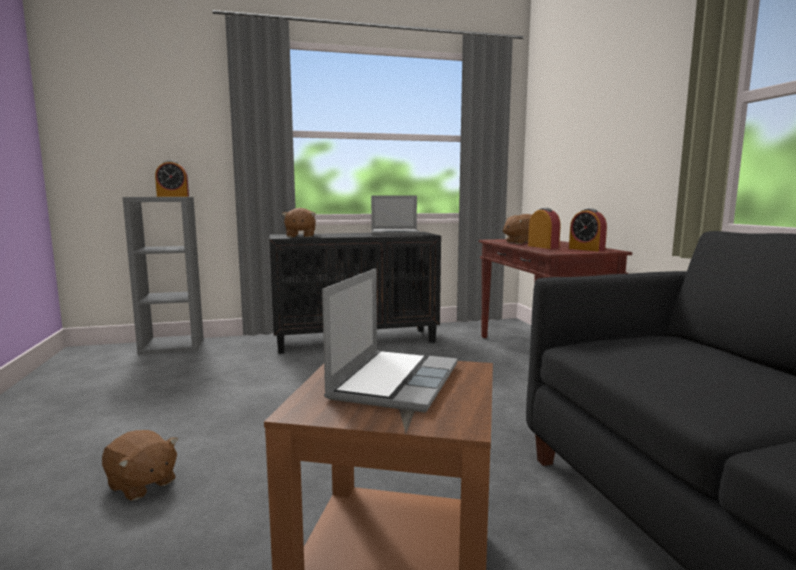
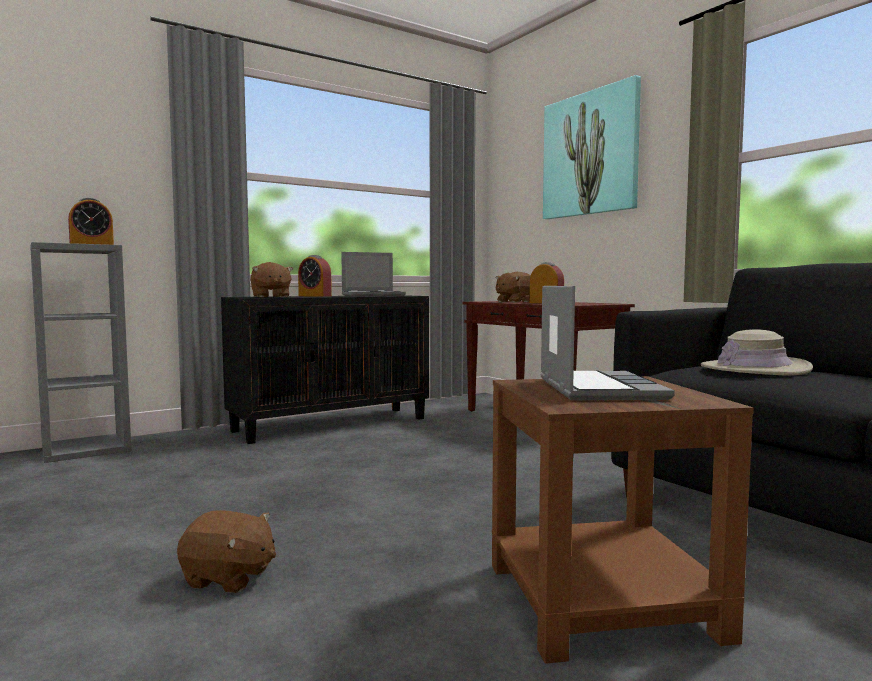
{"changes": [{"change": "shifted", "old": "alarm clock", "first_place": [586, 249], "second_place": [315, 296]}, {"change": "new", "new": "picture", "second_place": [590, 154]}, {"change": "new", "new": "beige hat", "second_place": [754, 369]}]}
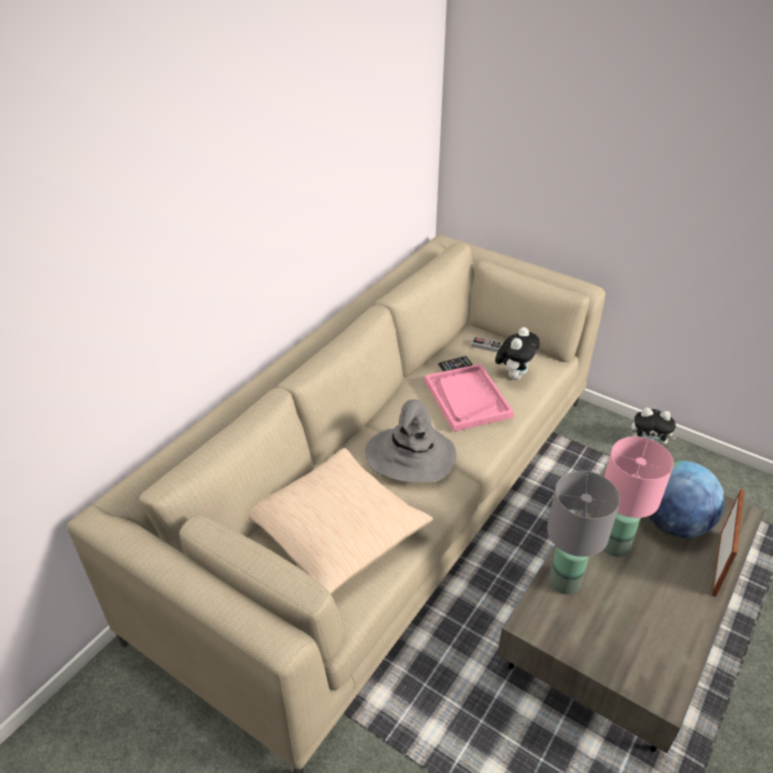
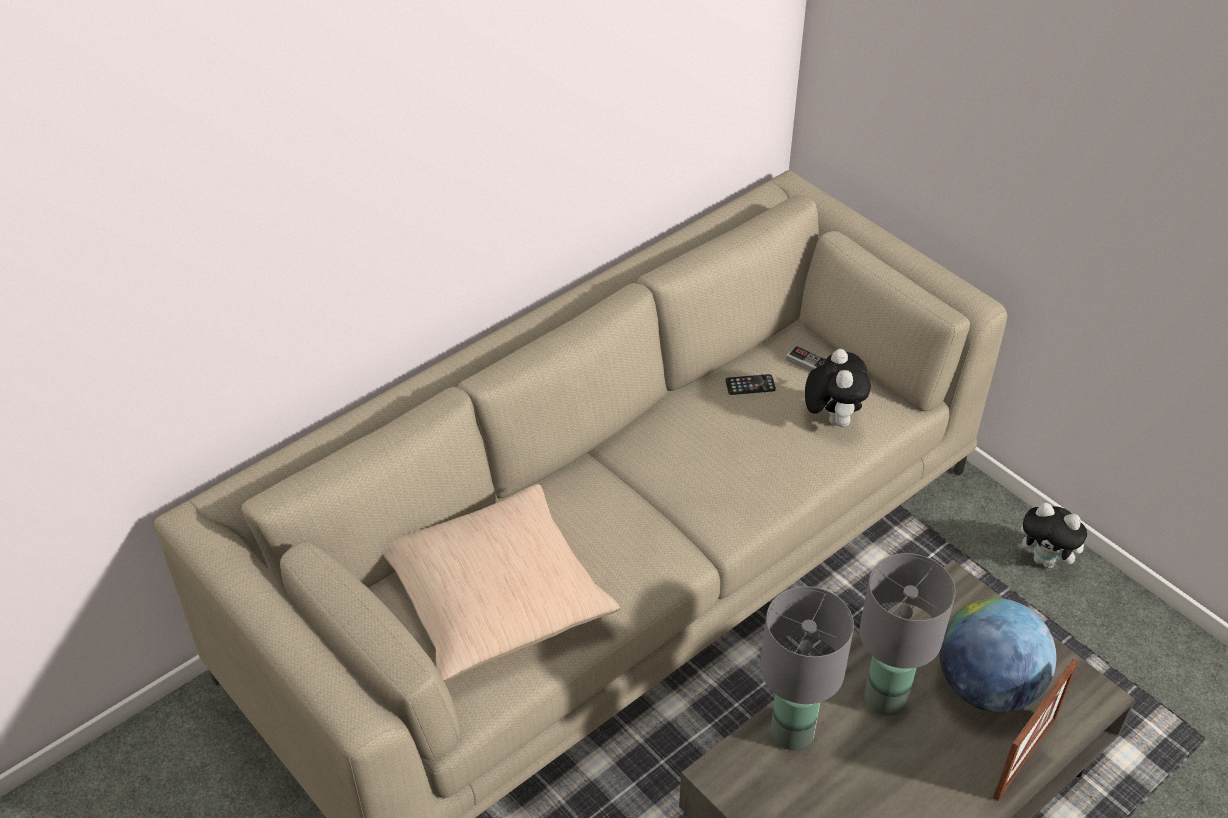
{"changes": [{"change": "gone", "old": "grey hat", "first_place": [410, 456]}, {"change": "gone", "old": "pink tray", "first_place": [467, 399]}, {"change": "rotated", "old": "plush toy", "first_place": [514, 375], "second_place": [832, 418], "degrees": -45}, {"change": "repainted", "old": "pink table lamp", "new": "grey table lamp", "first_place": [614, 544], "second_place": [885, 697]}]}
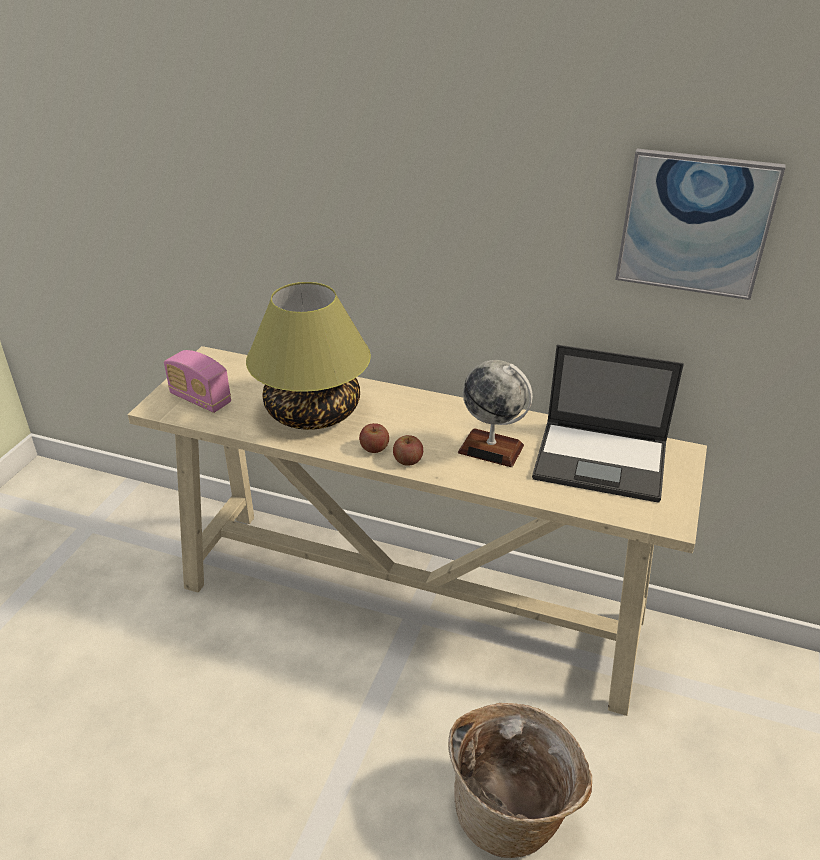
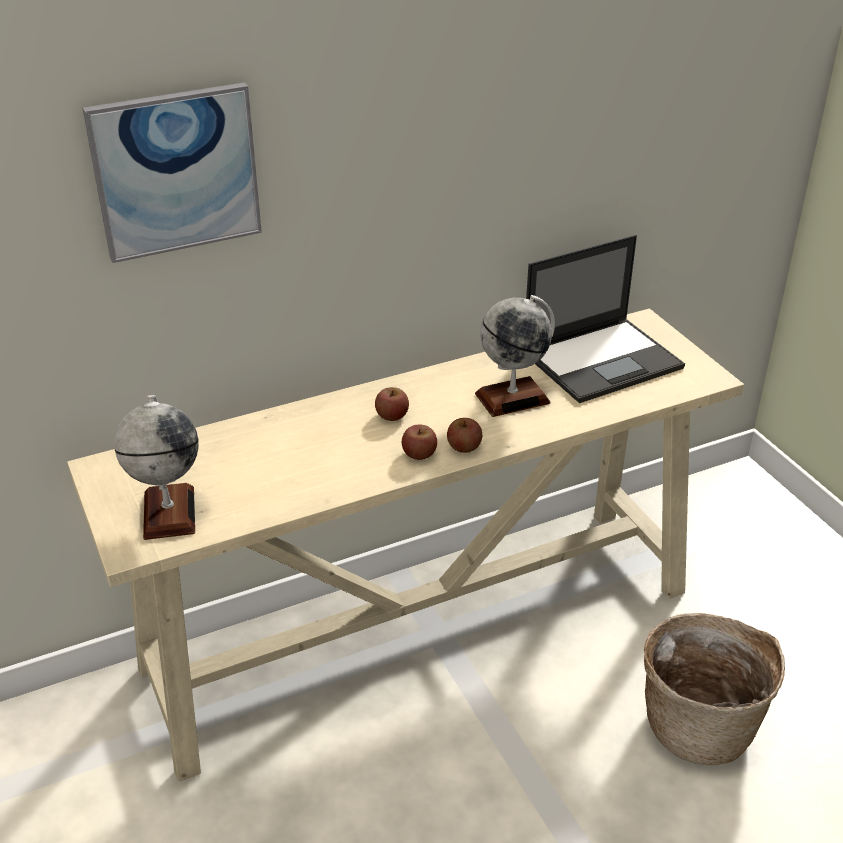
{"changes": [{"change": "swapped", "old": "radio", "new": "globe", "first_place": [200, 399], "second_place": [169, 512]}, {"change": "gone", "old": "table lamp", "first_place": [313, 413]}, {"change": "shifted", "old": "picture", "first_place": [695, 224], "second_place": [176, 171]}, {"change": "new", "new": "apple", "second_place": [392, 416]}]}
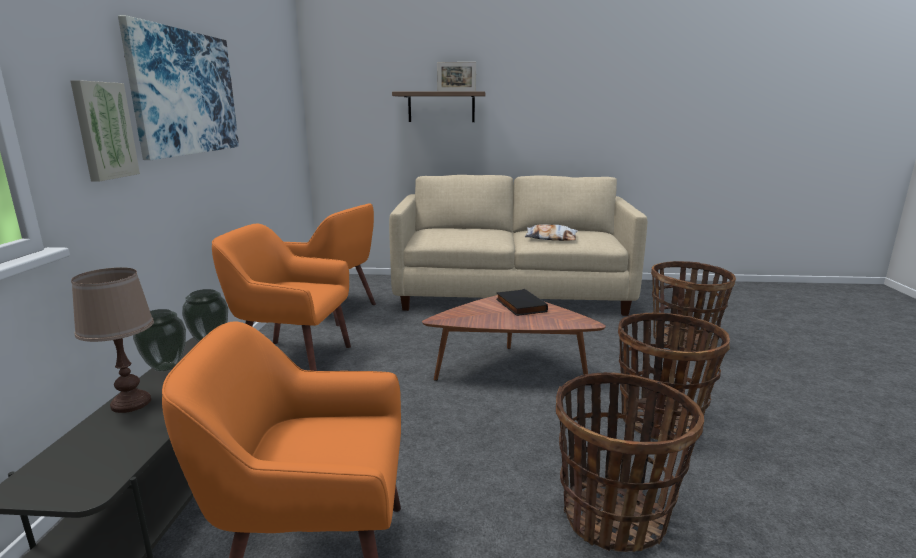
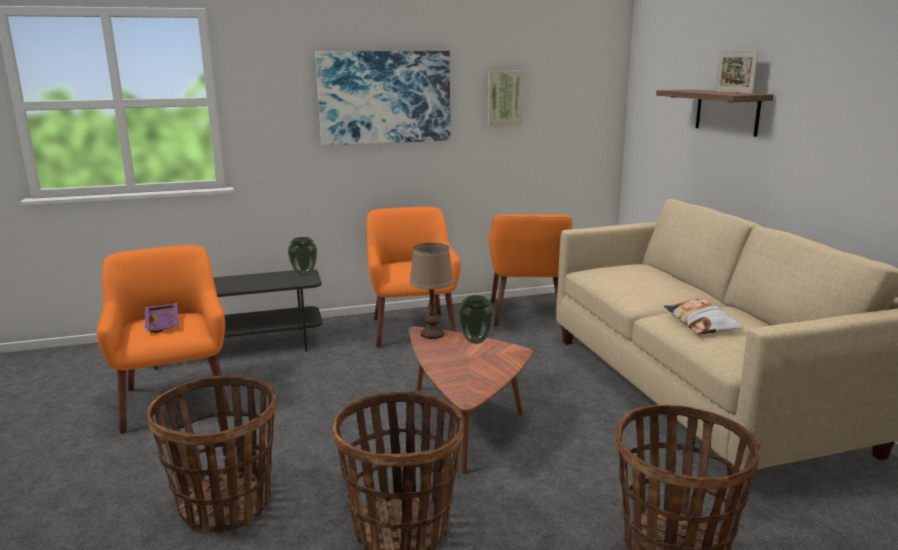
{"changes": [{"change": "shifted", "old": "picture", "first_place": [103, 130], "second_place": [504, 98]}, {"change": "shifted", "old": "brown table lamp", "first_place": [131, 403], "second_place": [432, 334]}, {"change": "shifted", "old": "vase", "first_place": [165, 367], "second_place": [475, 341]}, {"change": "gone", "old": "black book", "first_place": [519, 305]}, {"change": "new", "new": "purple tray", "second_place": [164, 324]}]}
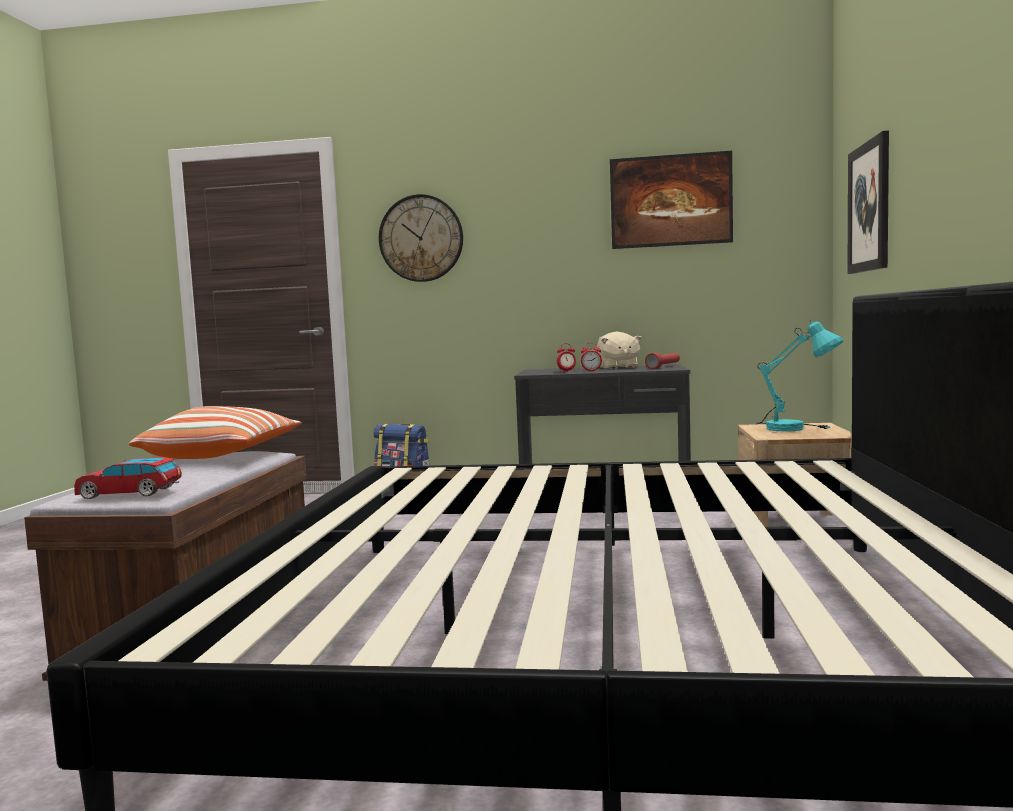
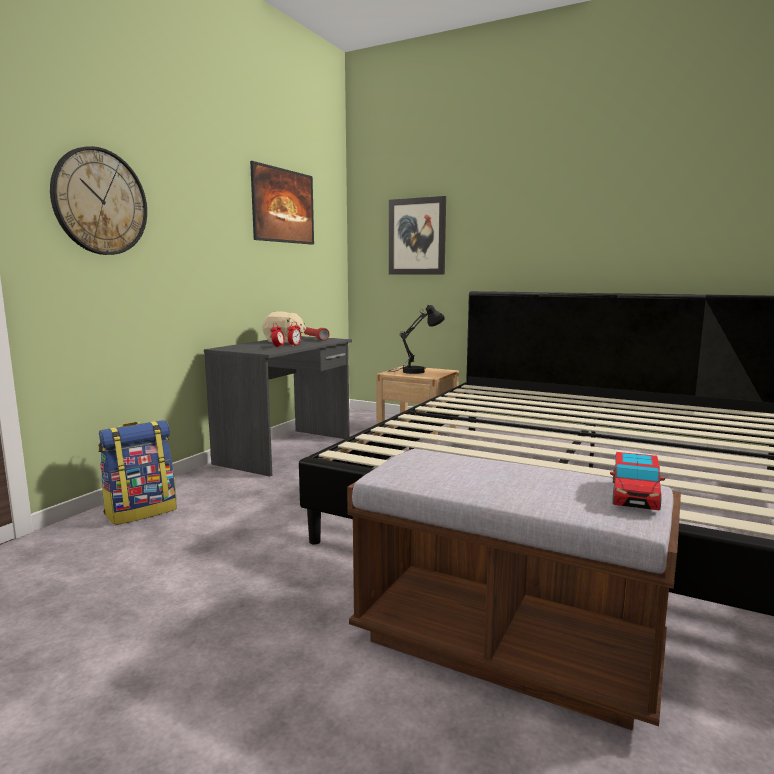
{"changes": [{"change": "gone", "old": "pillow", "first_place": [222, 456]}, {"change": "repainted", "old": "turquoise table lamp", "new": "black table lamp", "first_place": [795, 429], "second_place": [414, 371]}]}
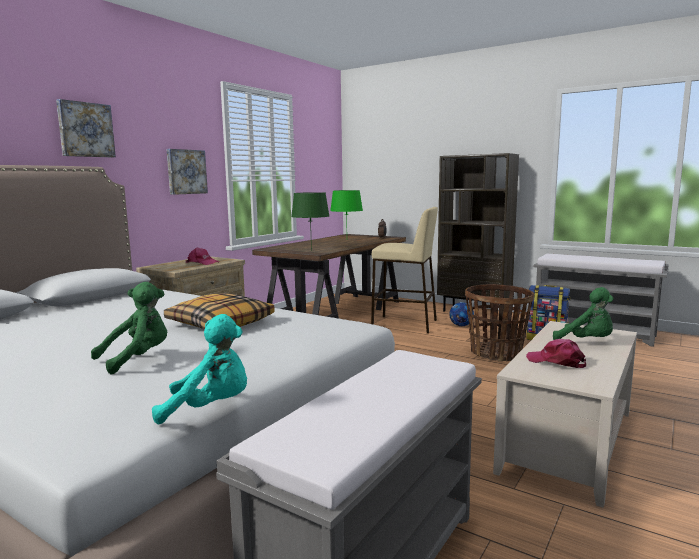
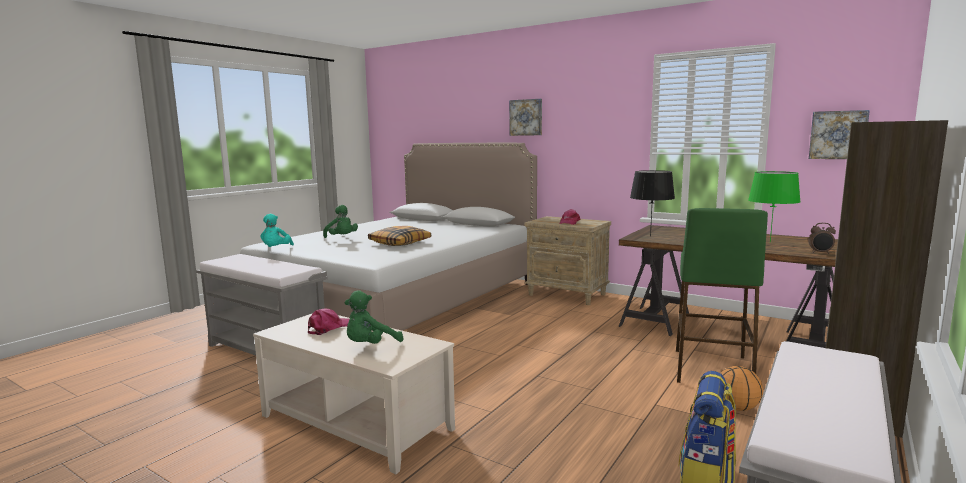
{"changes": [{"change": "shifted", "old": "picture", "first_place": [186, 172], "second_place": [838, 135]}, {"change": "repainted", "old": "green table lamp", "new": "black table lamp", "first_place": [311, 251], "second_place": [650, 236]}, {"change": "repainted", "old": "beige stool", "new": "green stool", "first_place": [405, 324], "second_place": [712, 369]}, {"change": "swapped", "old": "football", "new": "basketball", "first_place": [461, 325], "second_place": [738, 408]}, {"change": "gone", "old": "basket", "first_place": [496, 353]}]}
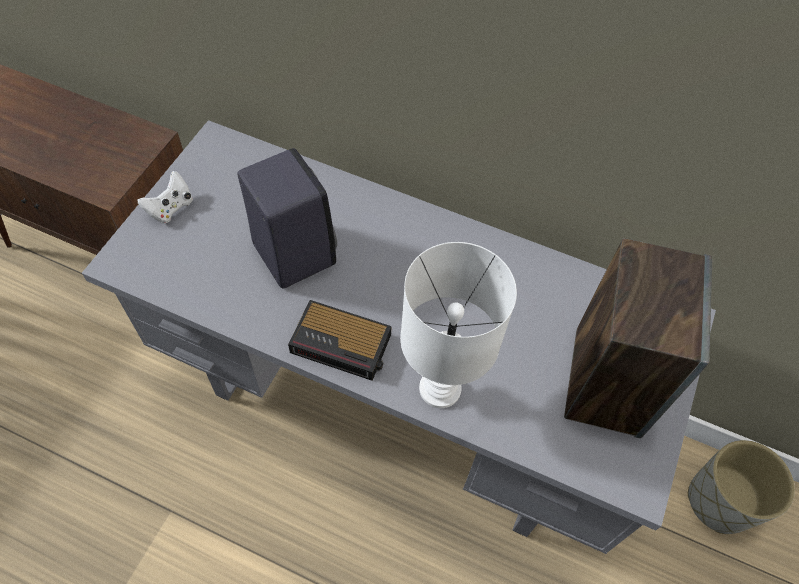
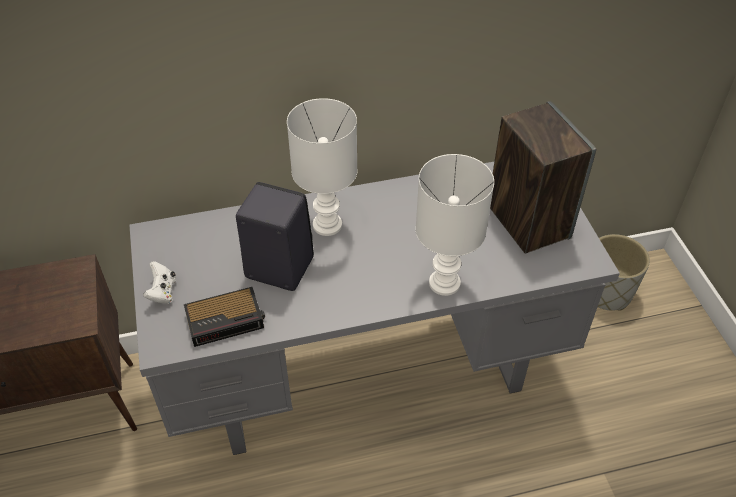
{"changes": [{"change": "shifted", "old": "alarm clock", "first_place": [343, 344], "second_place": [226, 320]}, {"change": "new", "new": "white table lamp", "second_place": [326, 225]}]}
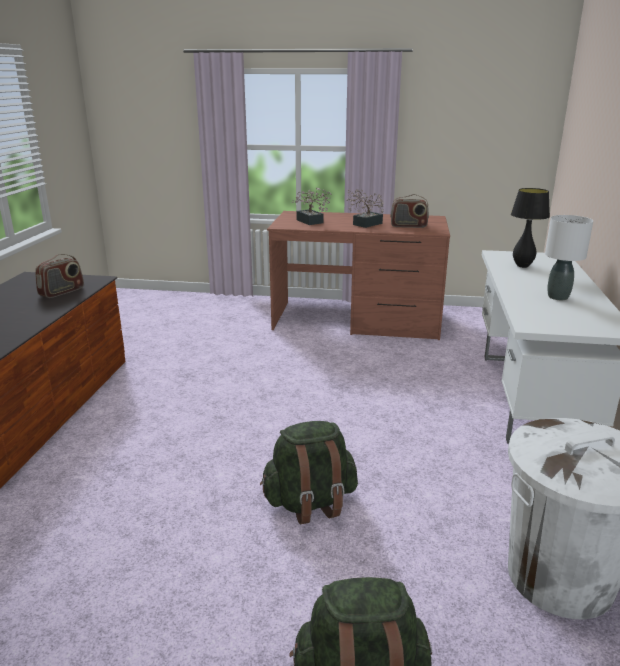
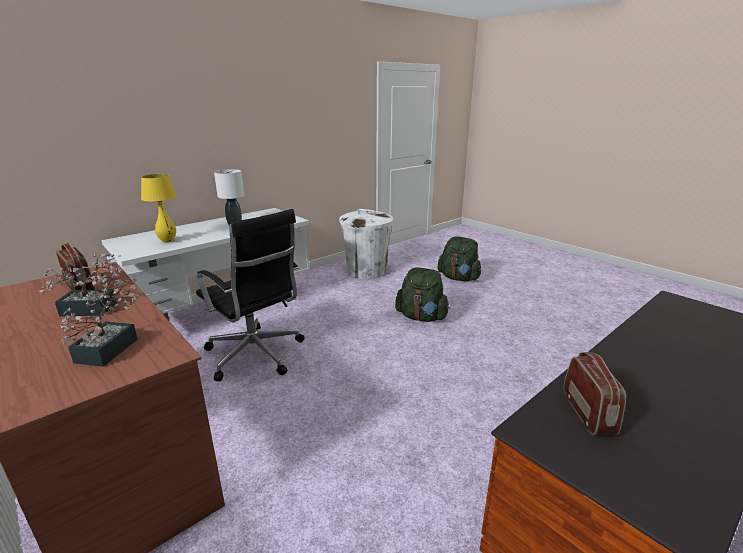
{"changes": [{"change": "rotated", "old": "radio", "first_place": [62, 292], "second_place": [588, 413], "degrees": 105}, {"change": "repainted", "old": "black table lamp", "new": "yellow table lamp", "first_place": [522, 266], "second_place": [167, 241]}, {"change": "new", "new": "black office chair", "second_place": [256, 355]}]}
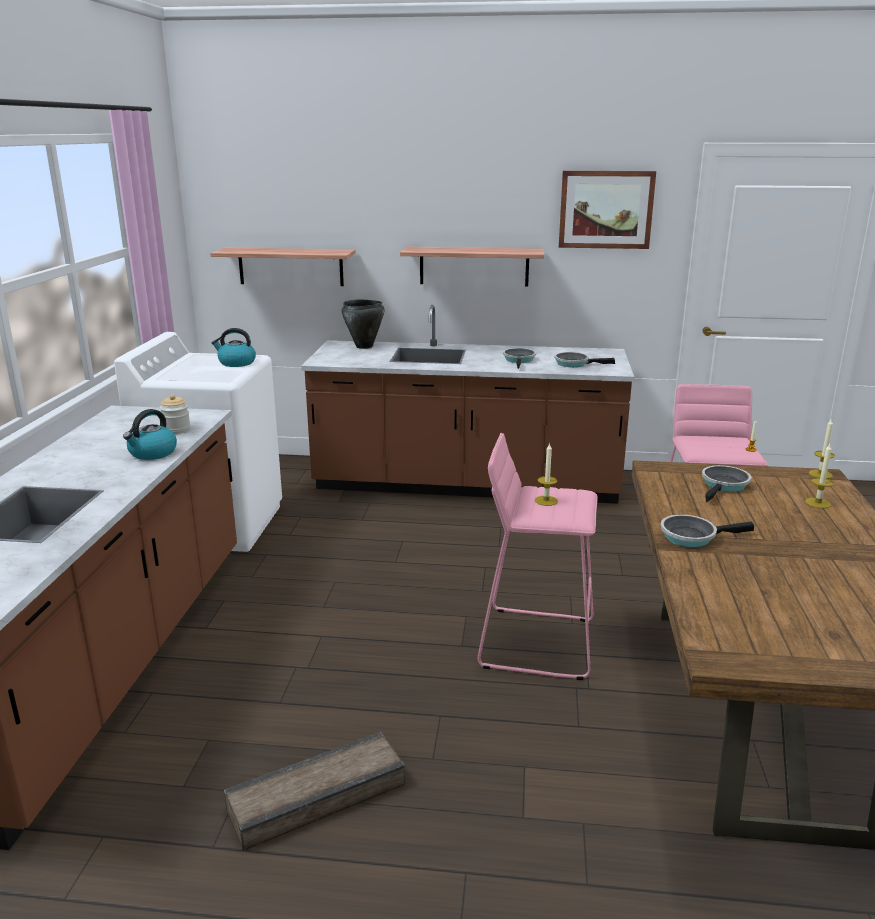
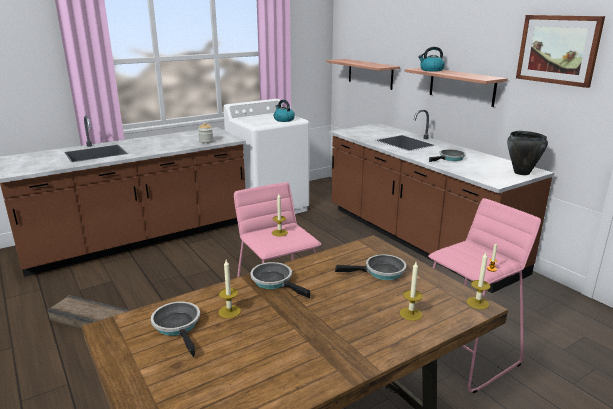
{"changes": [{"change": "shifted", "old": "kettle", "first_place": [152, 453], "second_place": [431, 70]}, {"change": "shifted", "old": "black cooking pot", "first_place": [364, 346], "second_place": [521, 173]}, {"change": "shifted", "old": "frying pan", "first_place": [574, 363], "second_place": [178, 326]}, {"change": "new", "new": "candle", "second_place": [229, 311]}]}
